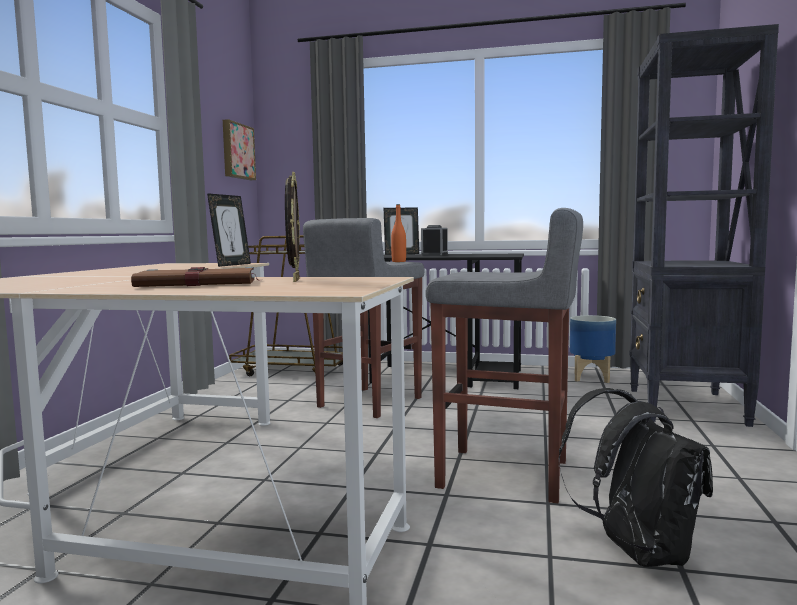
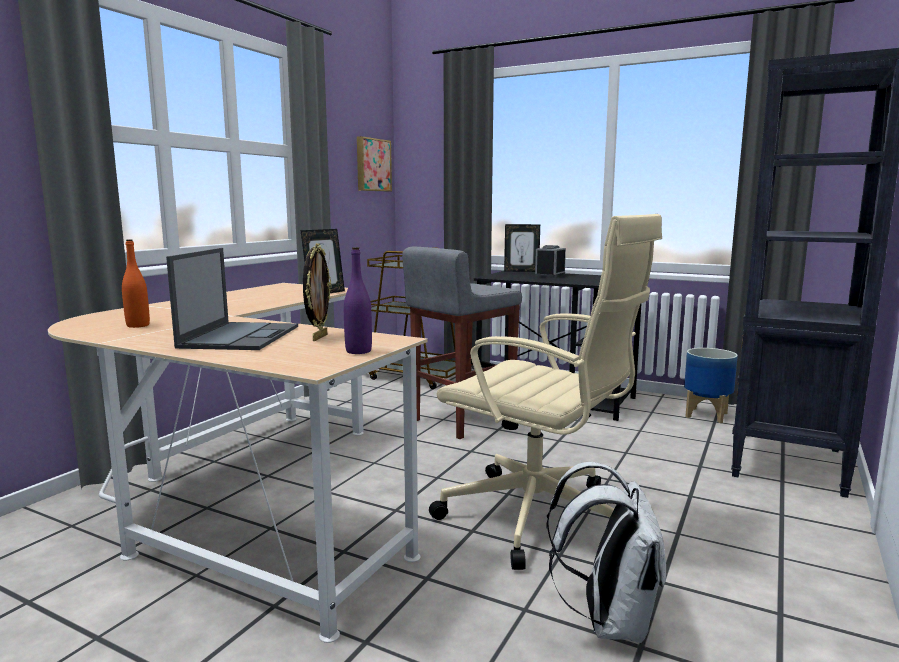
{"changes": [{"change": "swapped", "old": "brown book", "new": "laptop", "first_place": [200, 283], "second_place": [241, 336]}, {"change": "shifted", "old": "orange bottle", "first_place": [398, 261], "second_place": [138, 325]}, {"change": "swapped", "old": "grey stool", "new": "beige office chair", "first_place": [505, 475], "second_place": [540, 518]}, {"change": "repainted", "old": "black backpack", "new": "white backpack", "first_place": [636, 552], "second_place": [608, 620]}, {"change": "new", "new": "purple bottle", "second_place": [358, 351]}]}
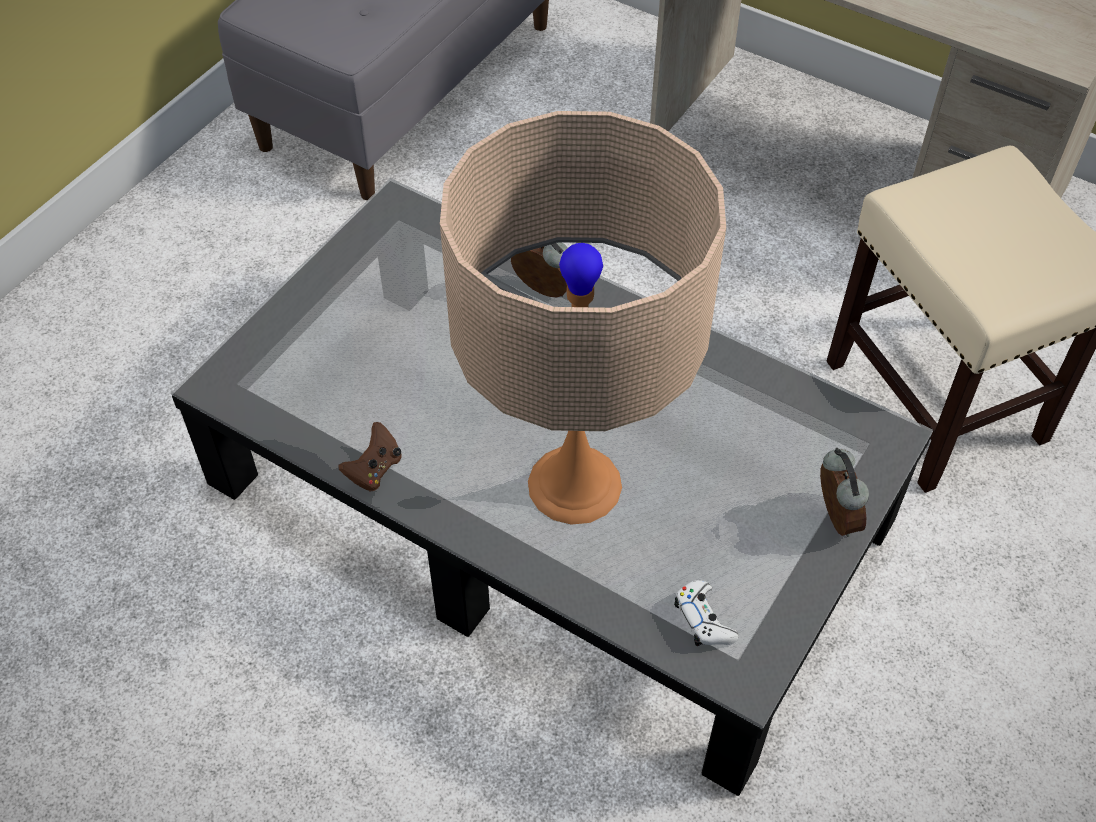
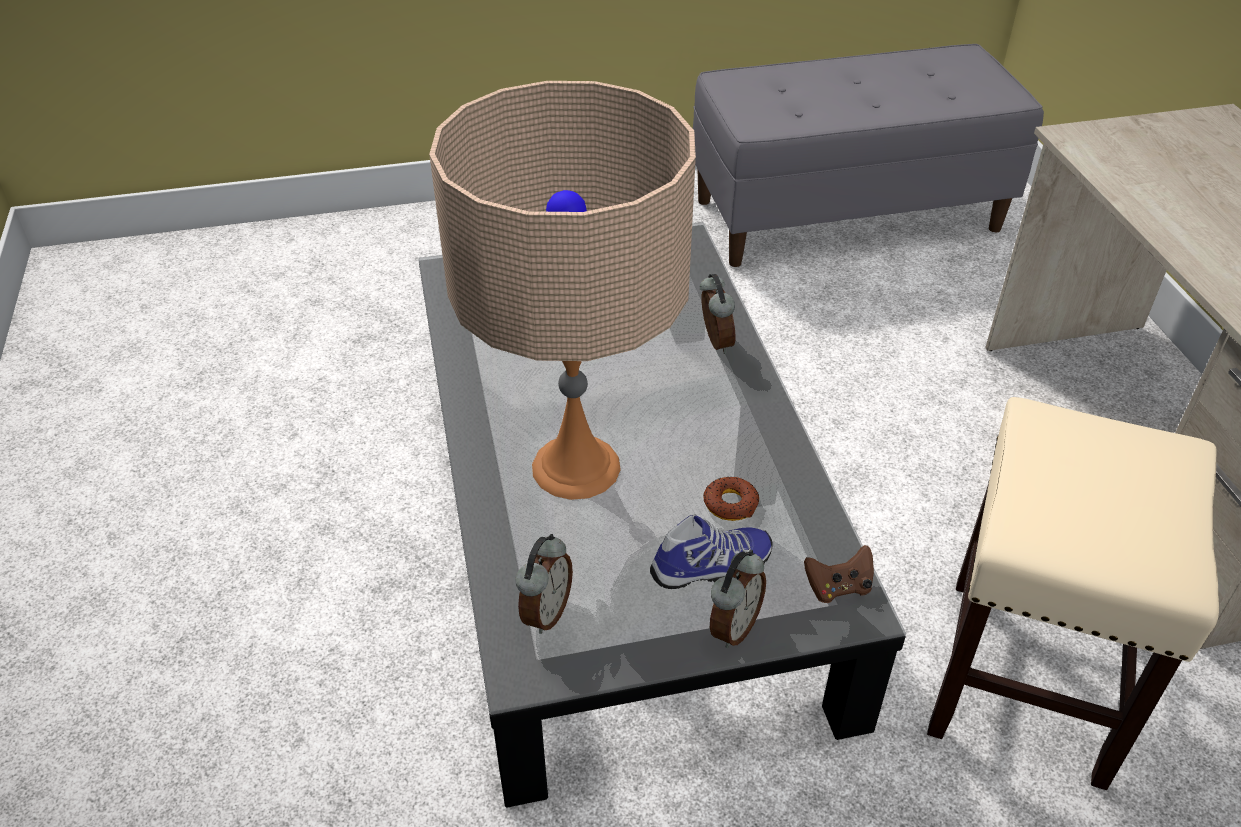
{"changes": [{"change": "shifted", "old": "brown game controller", "first_place": [374, 470], "second_place": [838, 587]}, {"change": "swapped", "old": "white game controller", "new": "alarm clock", "first_place": [703, 619], "second_place": [545, 612]}, {"change": "new", "new": "shoe", "second_place": [712, 568]}, {"change": "new", "new": "donut", "second_place": [731, 504]}]}
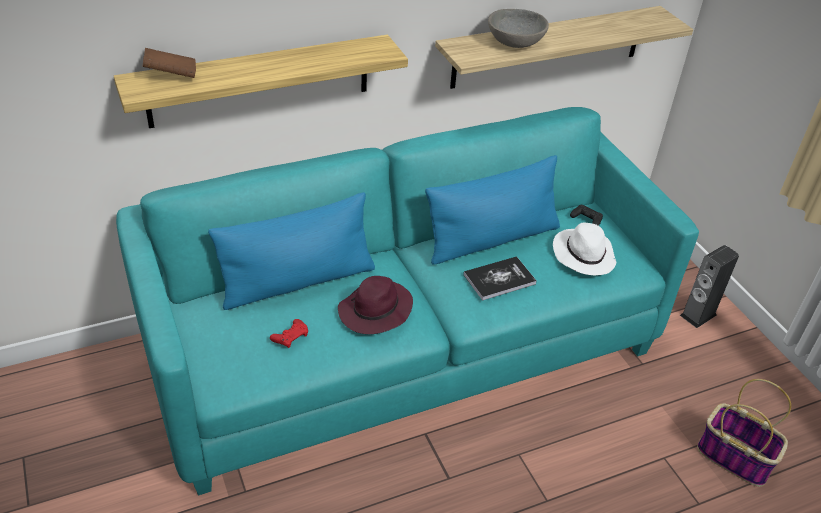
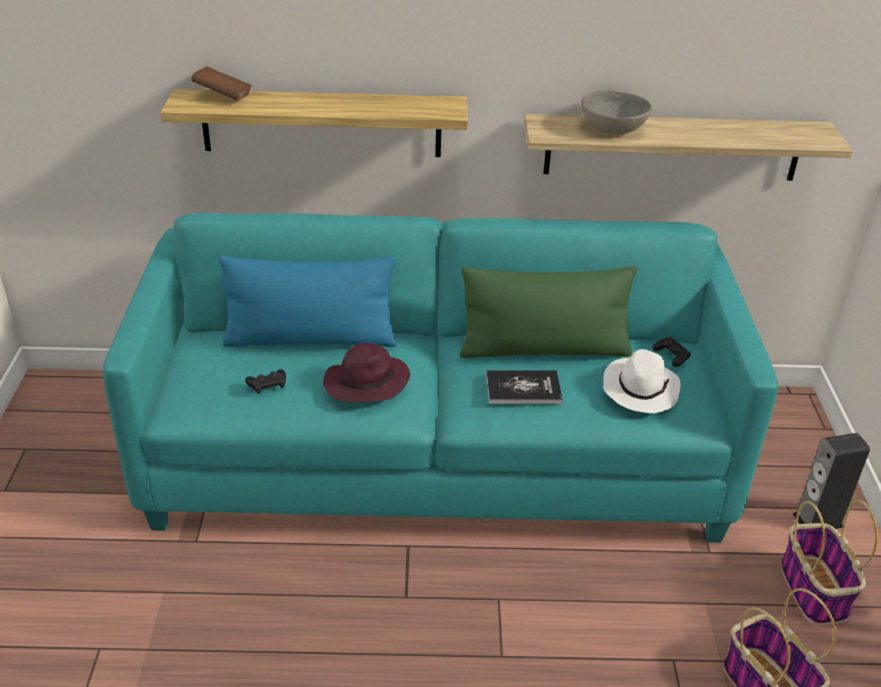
{"changes": [{"change": "repainted", "old": "red game controller", "new": "black game controller", "first_place": [290, 336], "second_place": [267, 385]}, {"change": "repainted", "old": "blue pillow", "new": "green pillow", "first_place": [492, 239], "second_place": [544, 350]}, {"change": "new", "new": "basket", "second_place": [814, 591]}]}
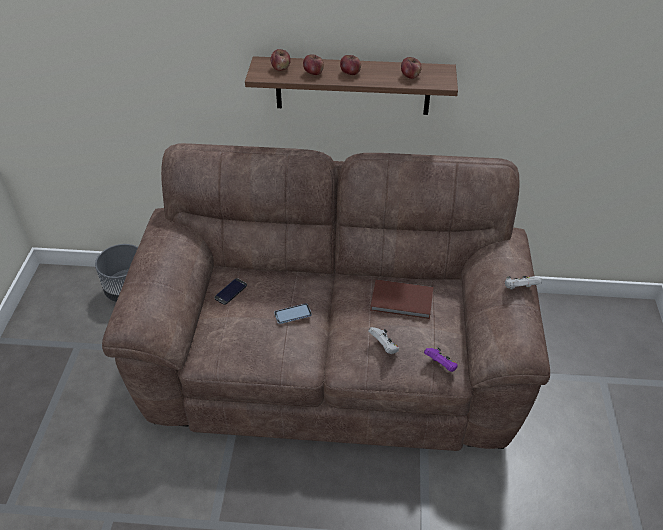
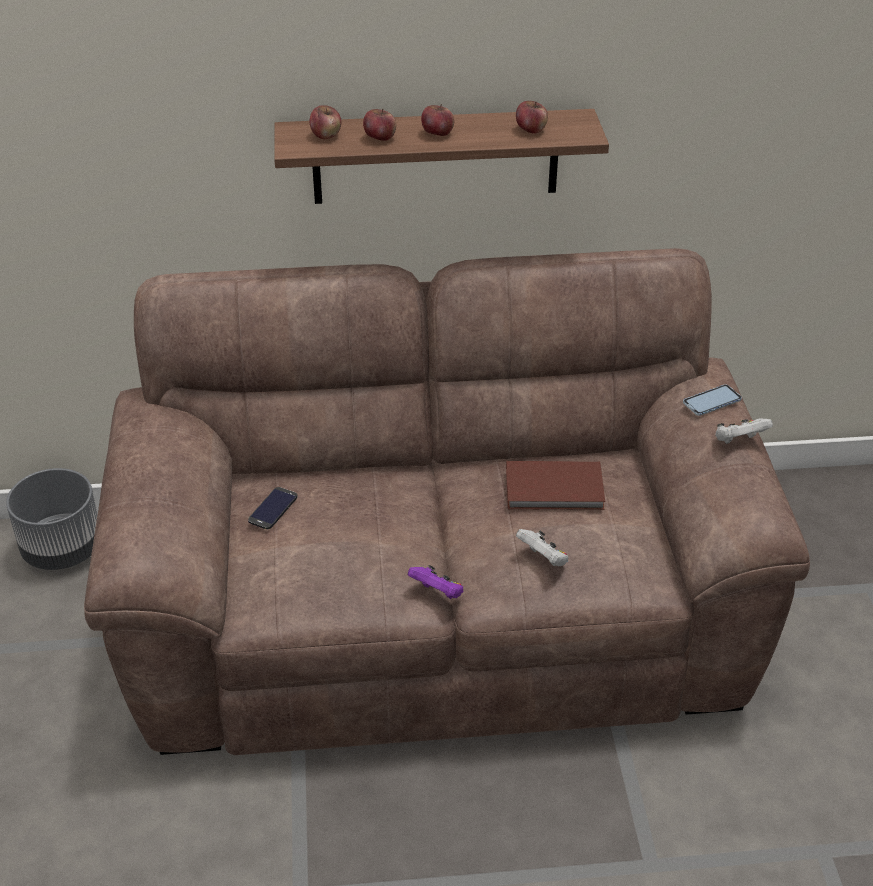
{"changes": [{"change": "shifted", "old": "phone", "first_place": [293, 314], "second_place": [712, 401]}, {"change": "shifted", "old": "purple game controller", "first_place": [441, 365], "second_place": [438, 593]}]}
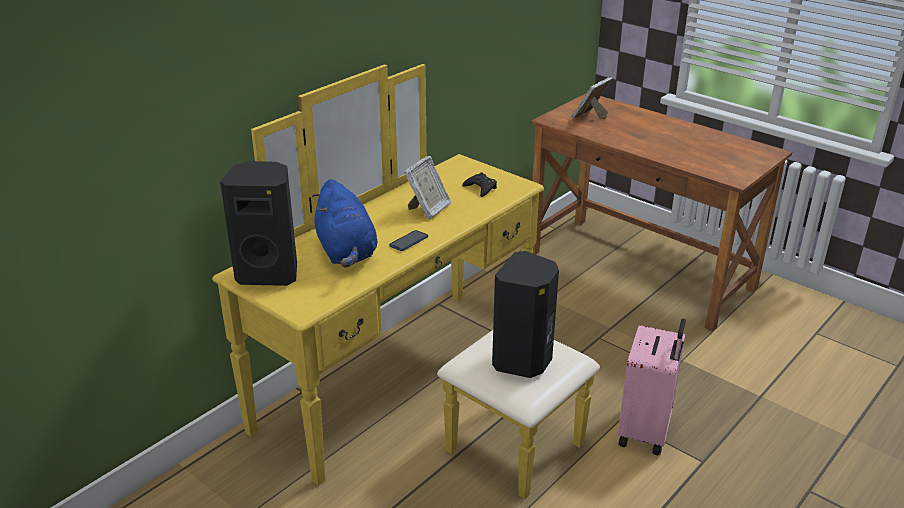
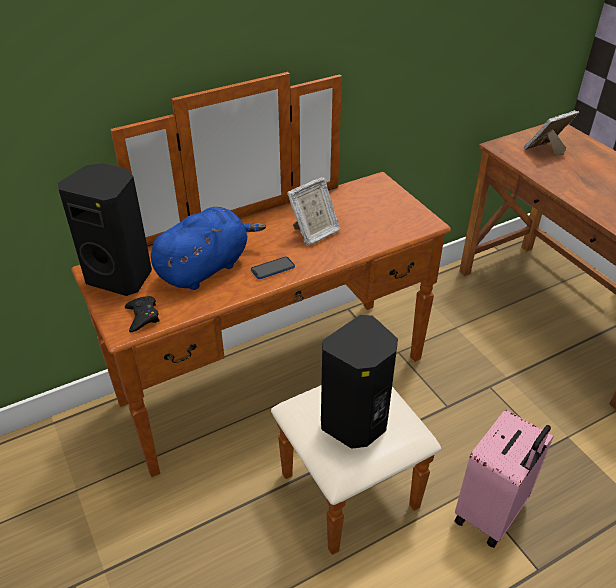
{"changes": [{"change": "repainted", "old": "yellow dresser", "new": "brown dresser", "first_place": [423, 392], "second_place": [291, 402]}, {"change": "rotated", "old": "blue plush toy", "first_place": [346, 252], "second_place": [206, 268], "degrees": -135}, {"change": "shifted", "old": "black game controller", "first_place": [481, 188], "second_place": [142, 316]}]}
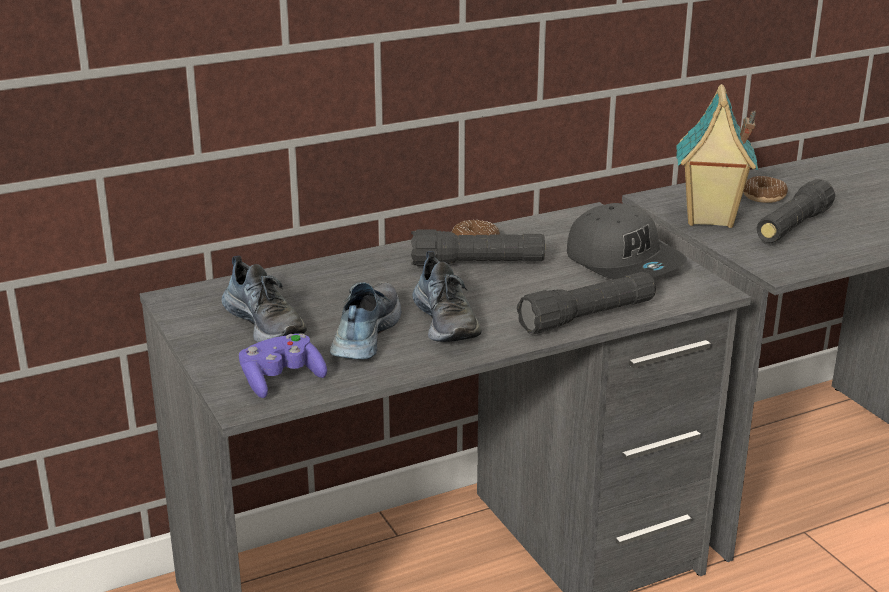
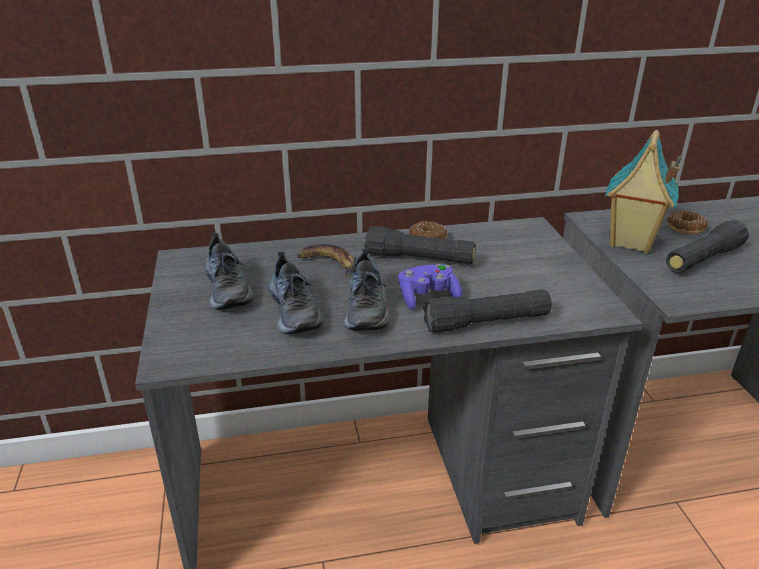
{"changes": [{"change": "shifted", "old": "purple game controller", "first_place": [281, 380], "second_place": [427, 297]}, {"change": "rotated", "old": "shoe", "first_place": [363, 334], "second_place": [296, 311], "degrees": 135}, {"change": "gone", "old": "grey cap", "first_place": [624, 262]}, {"change": "new", "new": "banana", "second_place": [327, 263]}]}
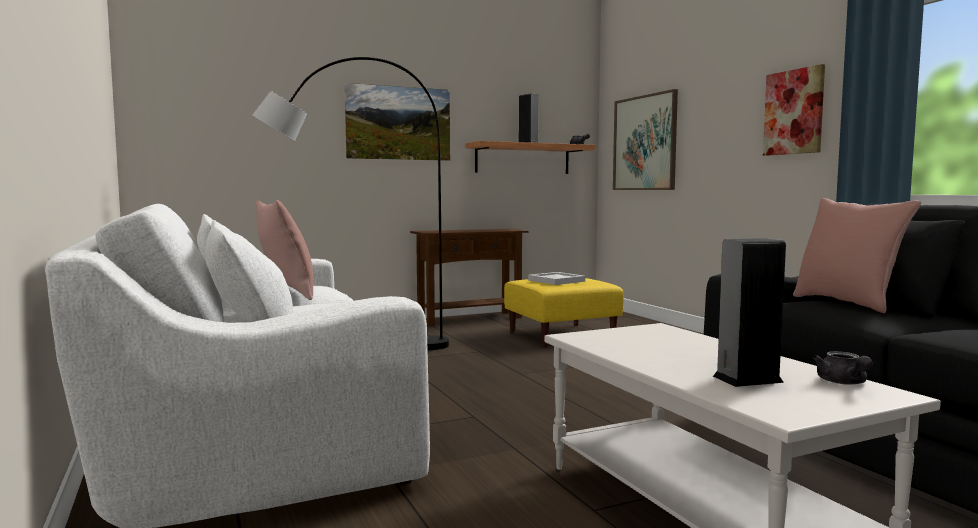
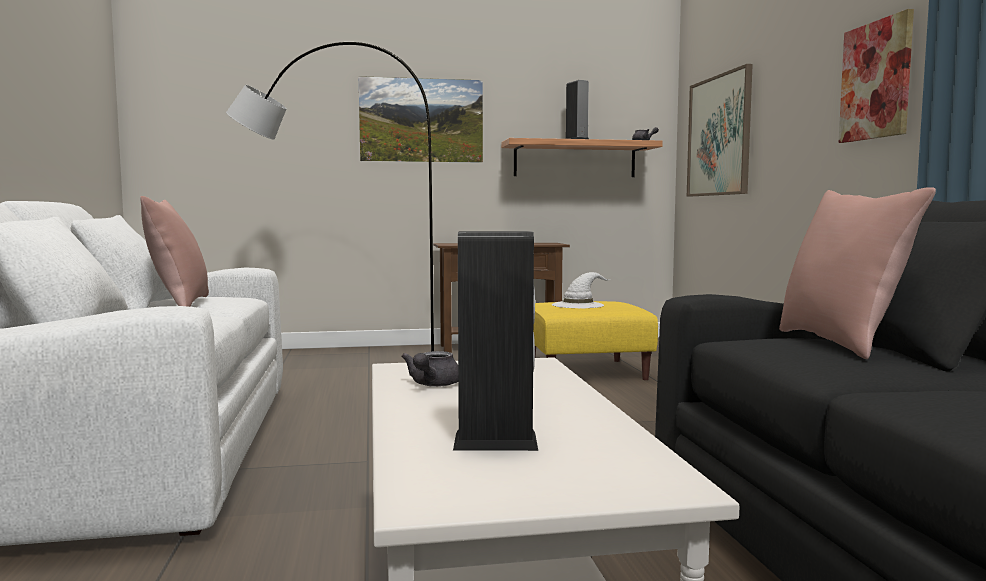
{"changes": [{"change": "swapped", "old": "white tray", "new": "white hat", "first_place": [555, 281], "second_place": [578, 305]}, {"change": "shifted", "old": "grey teapot", "first_place": [843, 383], "second_place": [432, 385]}]}
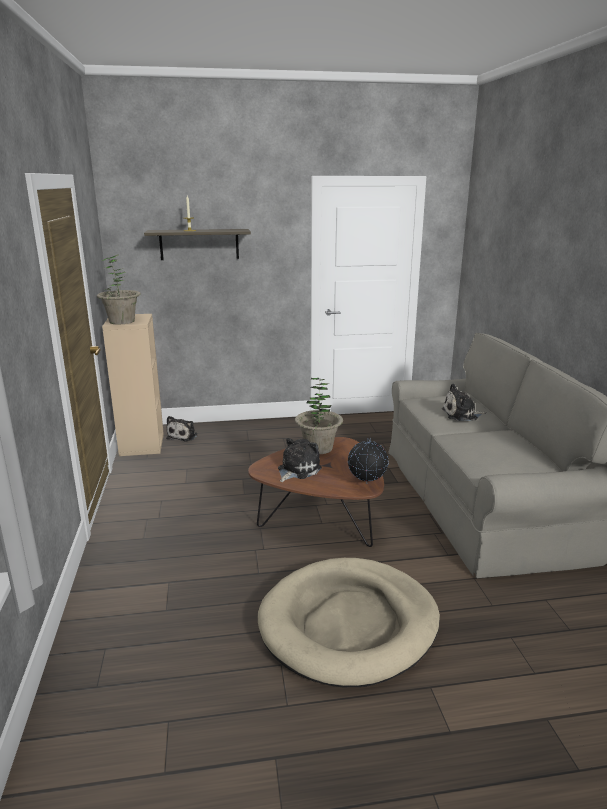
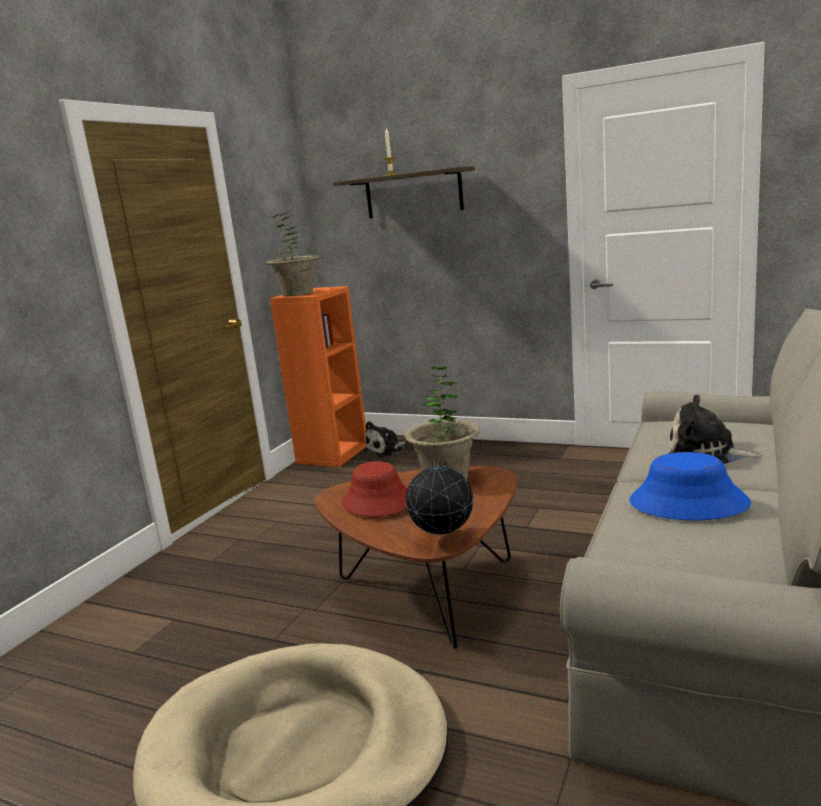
{"changes": [{"change": "repainted", "old": "beige bookcase", "new": "orange bookcase", "first_place": [141, 444], "second_place": [332, 454]}, {"change": "swapped", "old": "plush toy", "new": "red hat", "first_place": [297, 470], "second_place": [377, 502]}, {"change": "new", "new": "blue hat", "second_place": [688, 503]}]}
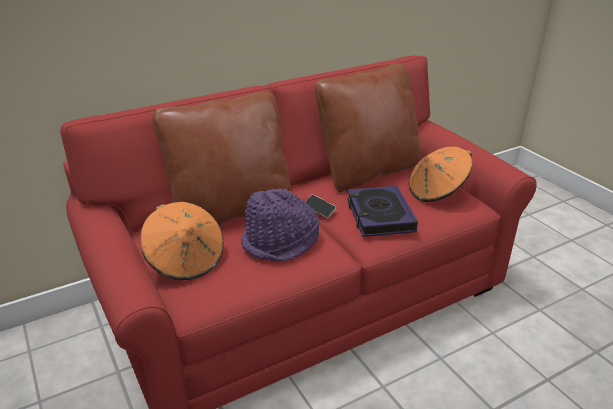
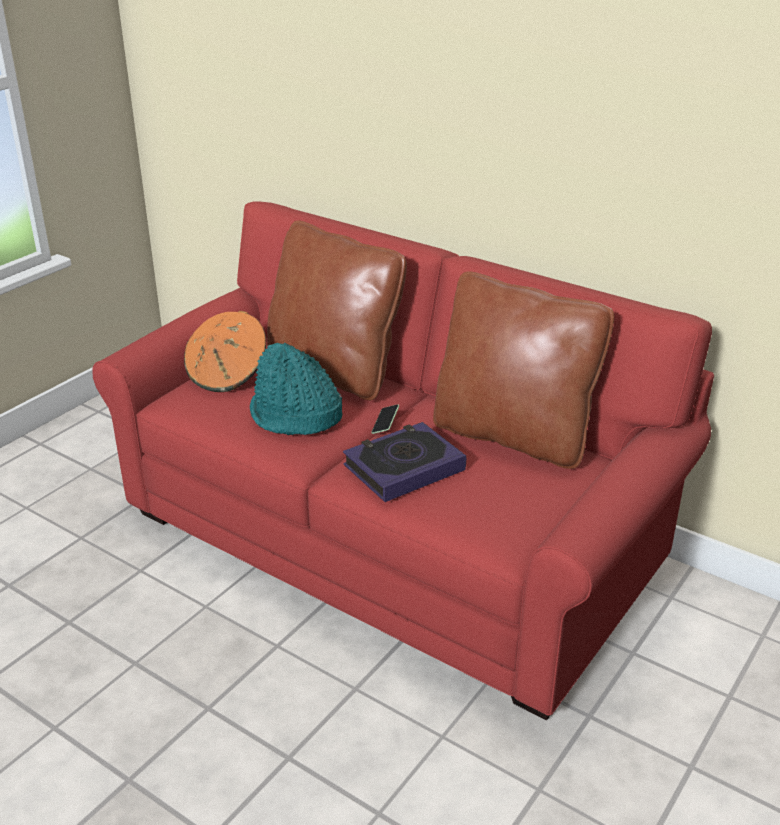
{"changes": [{"change": "repainted", "old": "purple hat", "new": "turquoise hat", "first_place": [281, 243], "second_place": [295, 416]}, {"change": "gone", "old": "orange hat", "first_place": [437, 192]}]}
